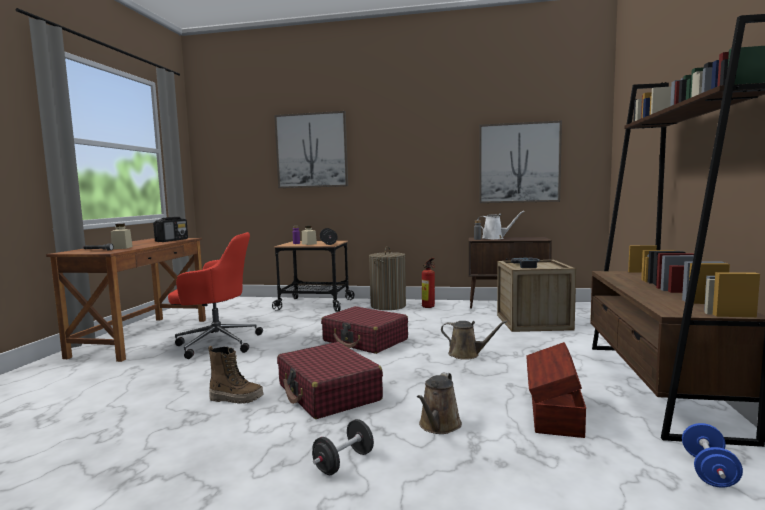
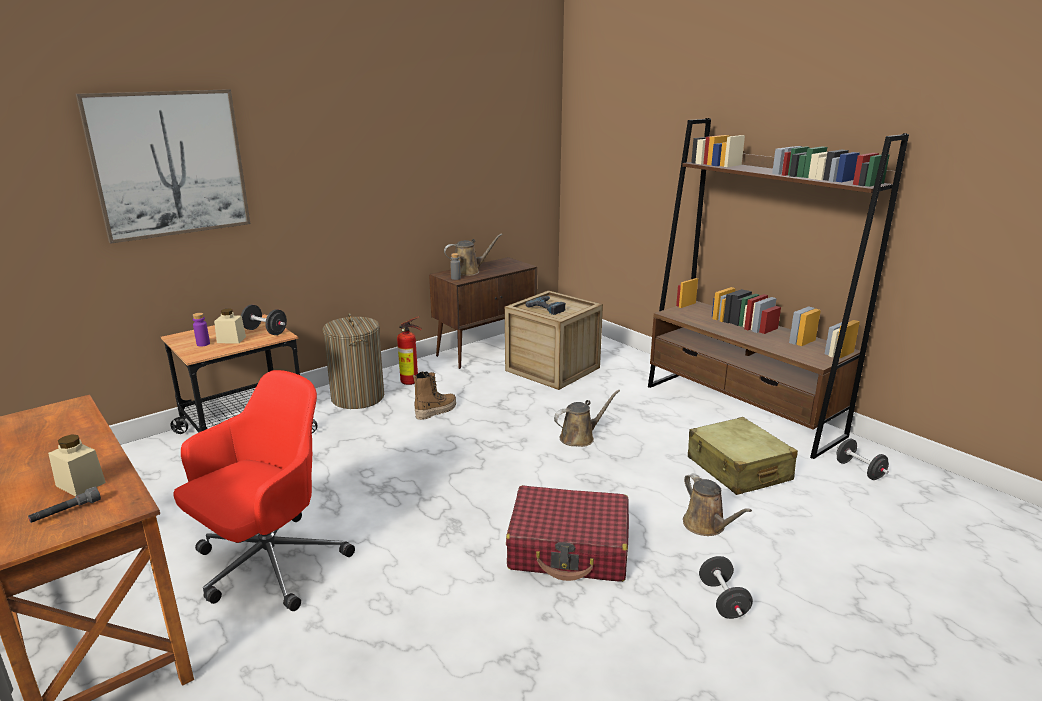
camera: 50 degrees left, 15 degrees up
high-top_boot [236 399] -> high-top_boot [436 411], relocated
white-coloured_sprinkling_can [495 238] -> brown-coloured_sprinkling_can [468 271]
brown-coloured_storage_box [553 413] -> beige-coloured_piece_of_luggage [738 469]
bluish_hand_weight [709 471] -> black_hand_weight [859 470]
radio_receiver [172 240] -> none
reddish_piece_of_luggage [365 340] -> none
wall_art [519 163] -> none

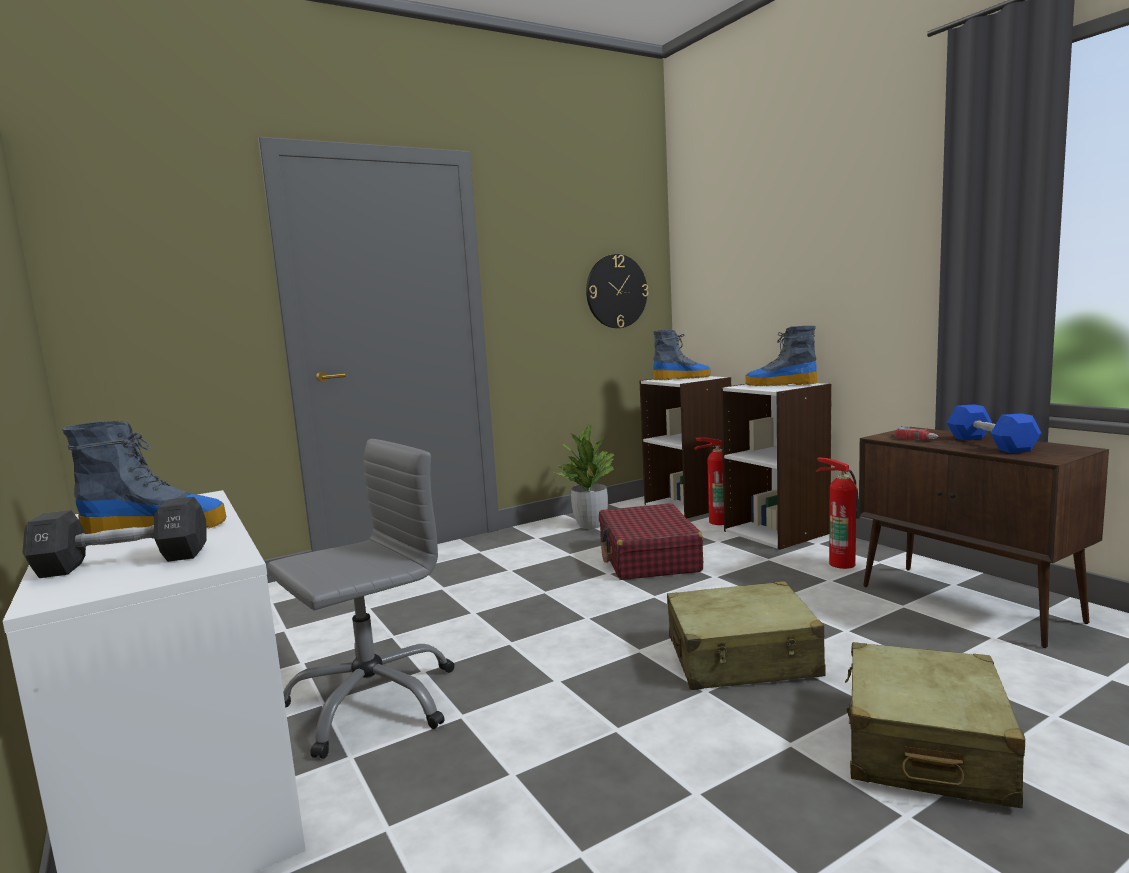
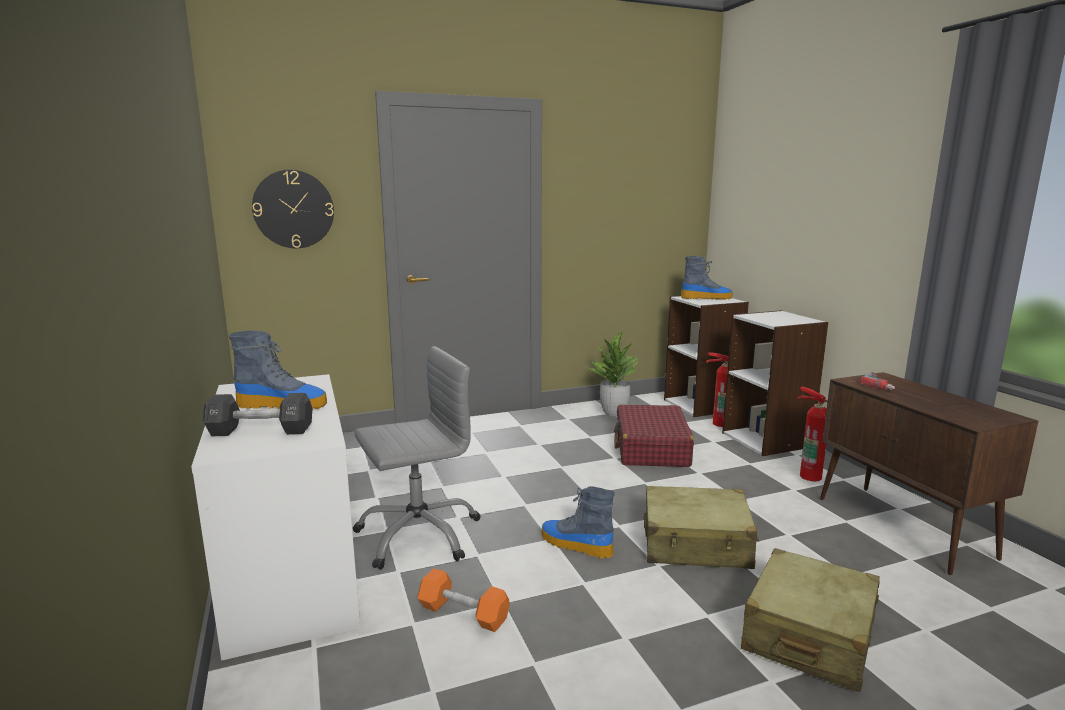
camera: 10 degrees right, 5 degrees up
wall_clock [616 291] -> wall_clock [293 209], relocated
none -> orangey_hand_weight [463 613]
high-top_boot [779 384] -> high-top_boot [575 545], relocated
bluish_hand_weight [990 444] -> none

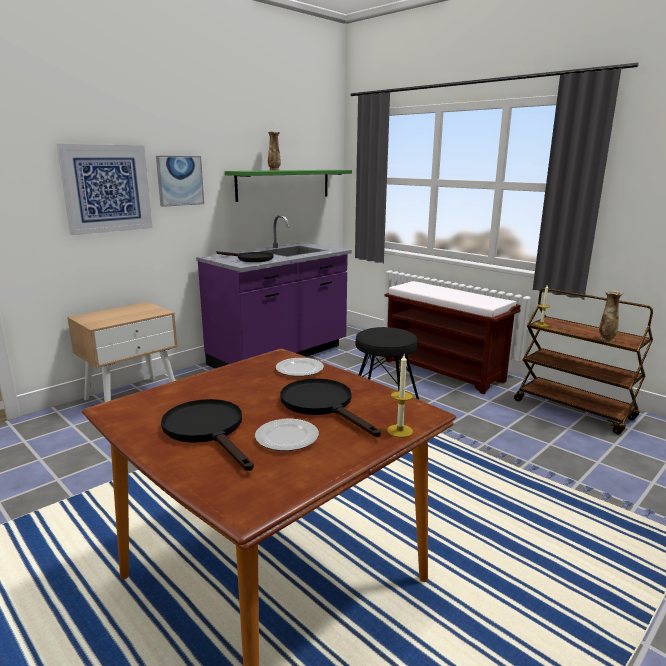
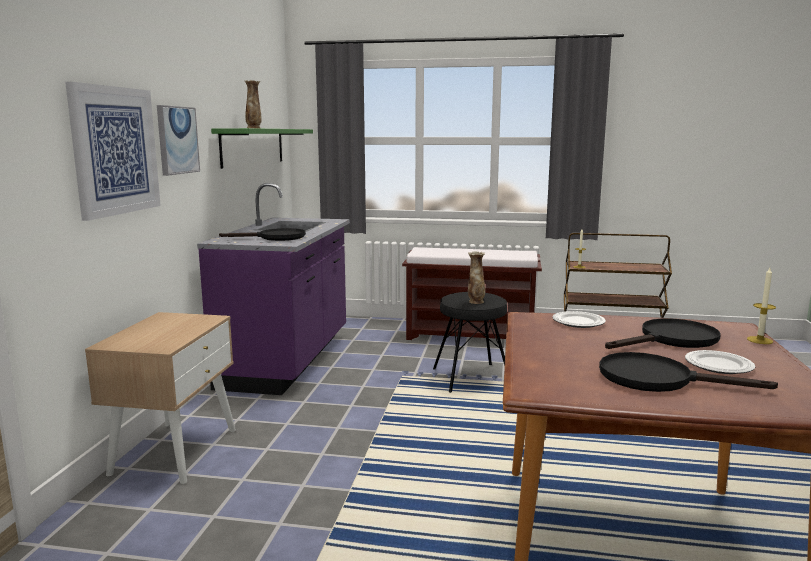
camera: 35 degrees left, 5 degrees down
flower_vase [606 339] -> flower_vase [475 302], relocated
black_skillet [323 405] -> black_skillet [671 340], 135 degrees clockwise

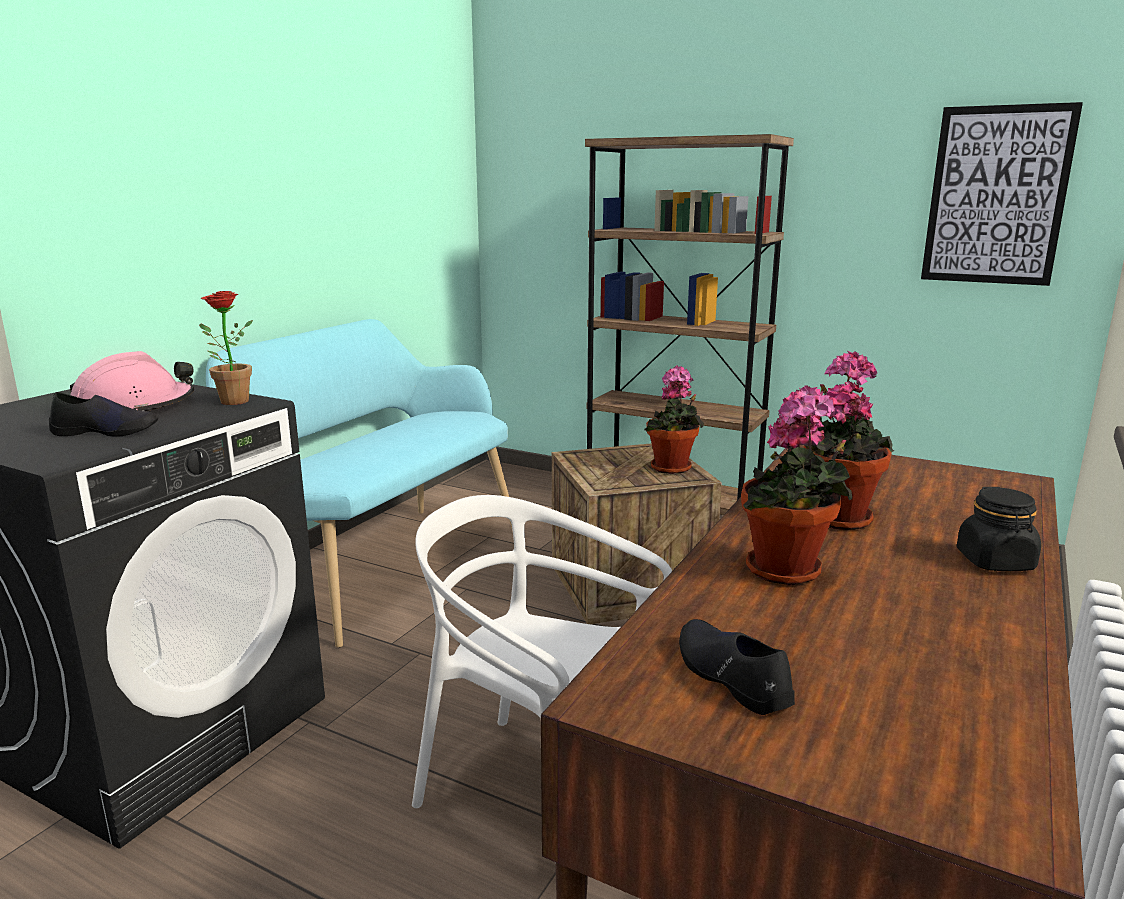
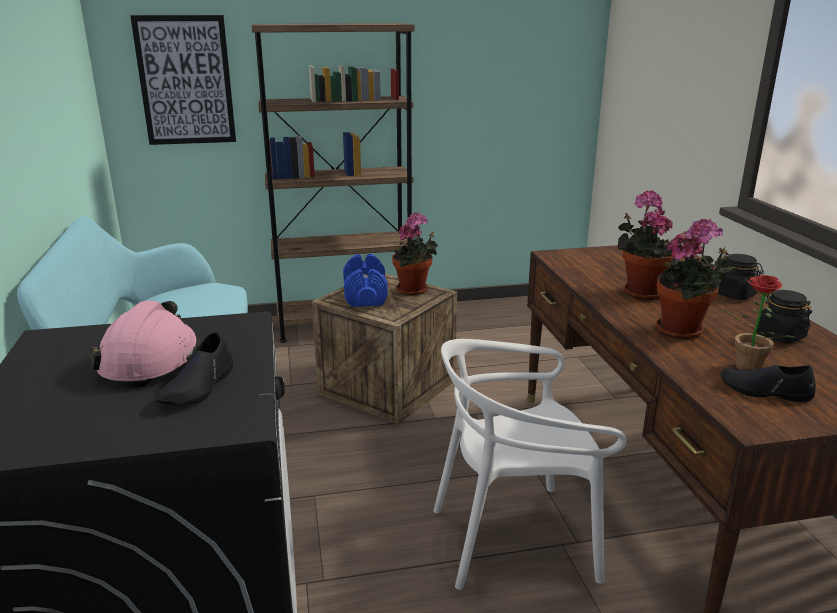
camera: 40 degrees left, 5 degrees up
wall_art [996 196] -> wall_art [185 81], relocated
black_item_of_footwear [107 431] -> black_item_of_footwear [198 387], 150 degrees clockwise
none -> bluish_hand_weight [365 296]
plant_in_a_pot [229 401] -> plant_in_a_pot [744 369], relocated
none -> black_storage_jar [779 336]

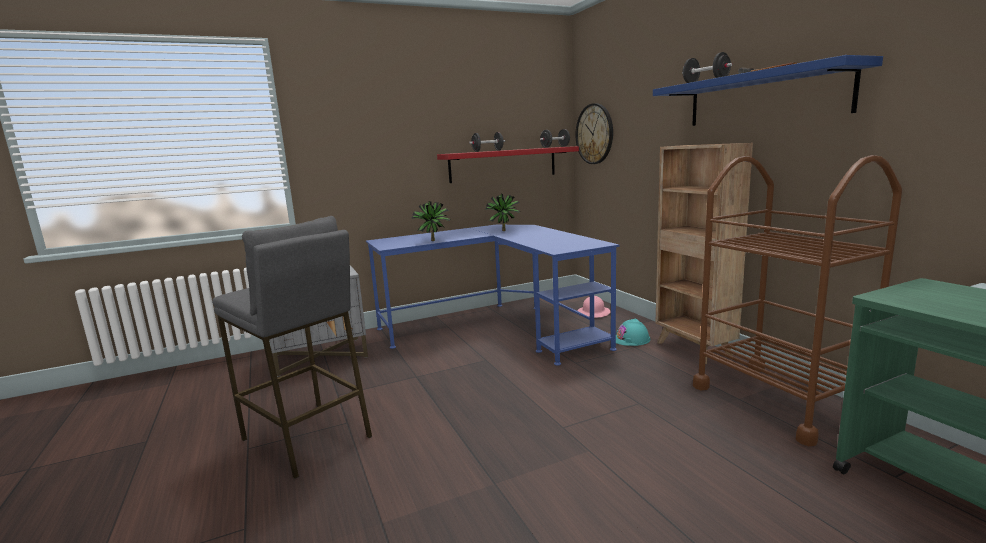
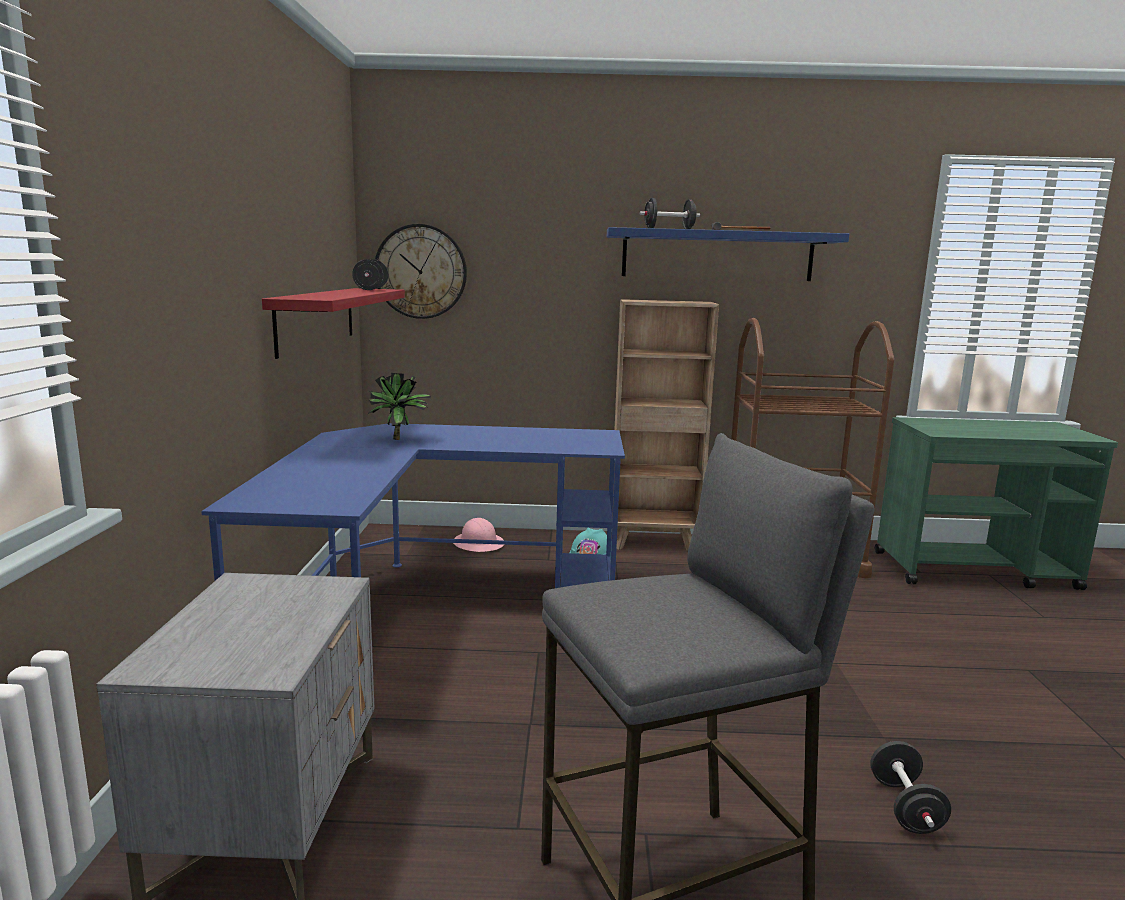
camera: 65 degrees left, 0 degrees up
black_hand_weight [487 151] -> black_hand_weight [905 807], relocated
plant_in_a_pot [434 241] -> none

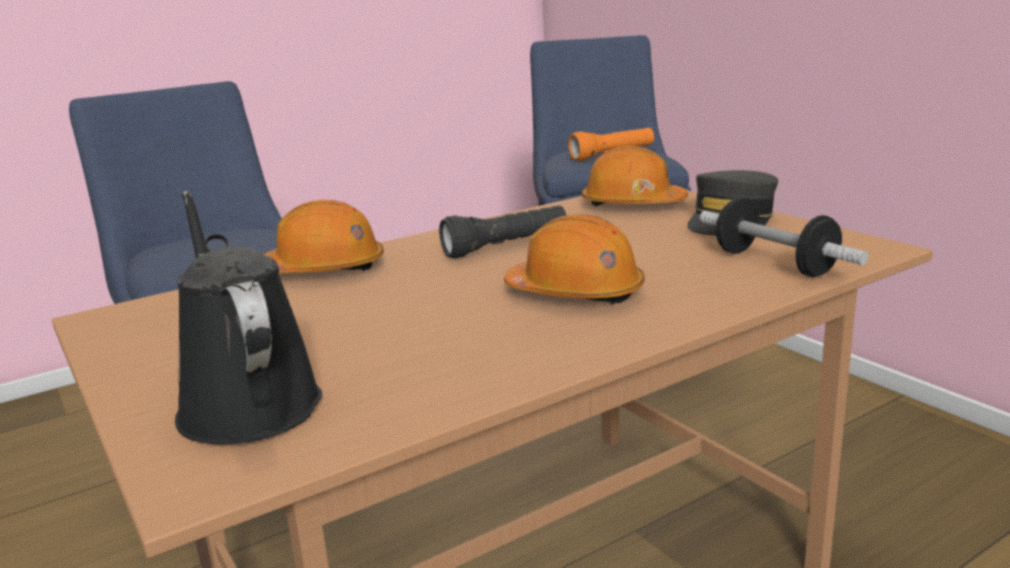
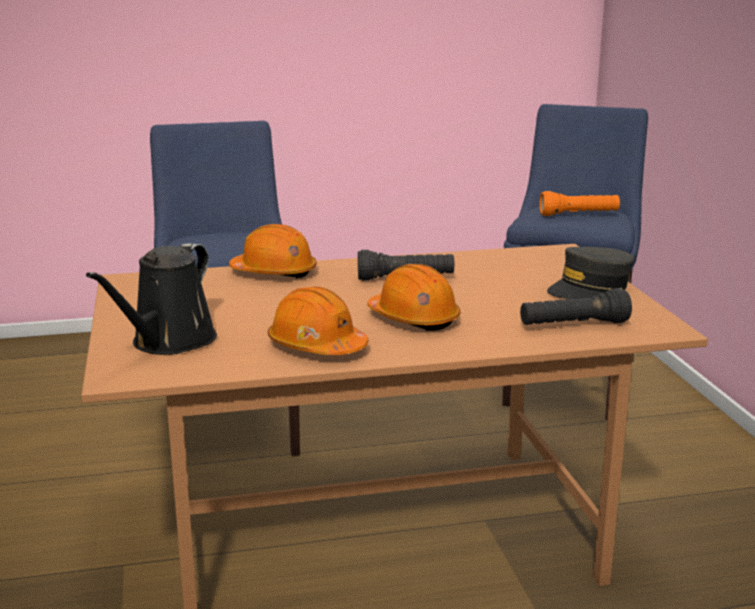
camera: 20 degrees right, 0 degrees up
black_sprinkling_can [246 401] -> black_sprinkling_can [169 342], 150 degrees counterclockwise
orangey_work_helmet [632 204] -> orangey_work_helmet [316 346], relocated
hand_weight [774 263] -> black_torch [573 325]

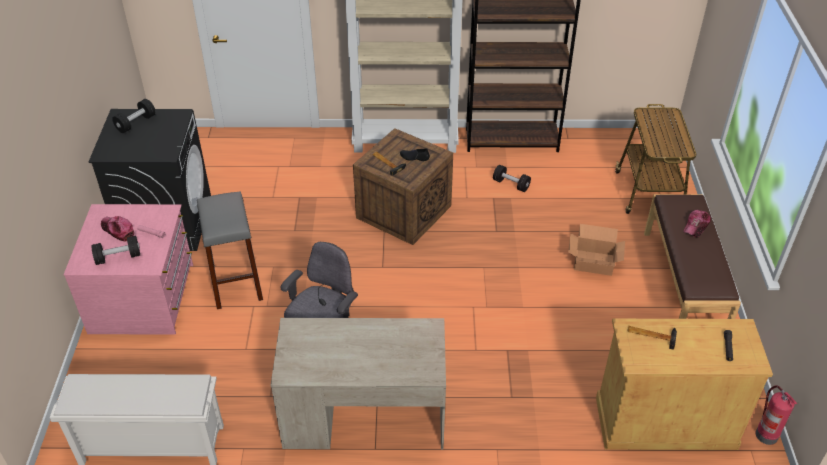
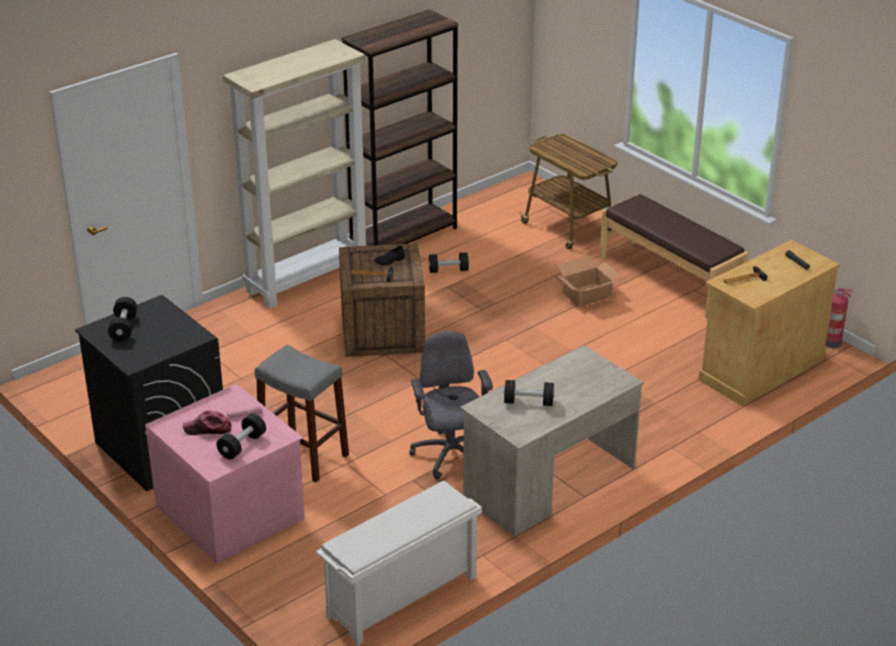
camera: 40 degrees left, 10 degrees down
none -> black_hand_weight [528 402]
cap [696 226] -> none

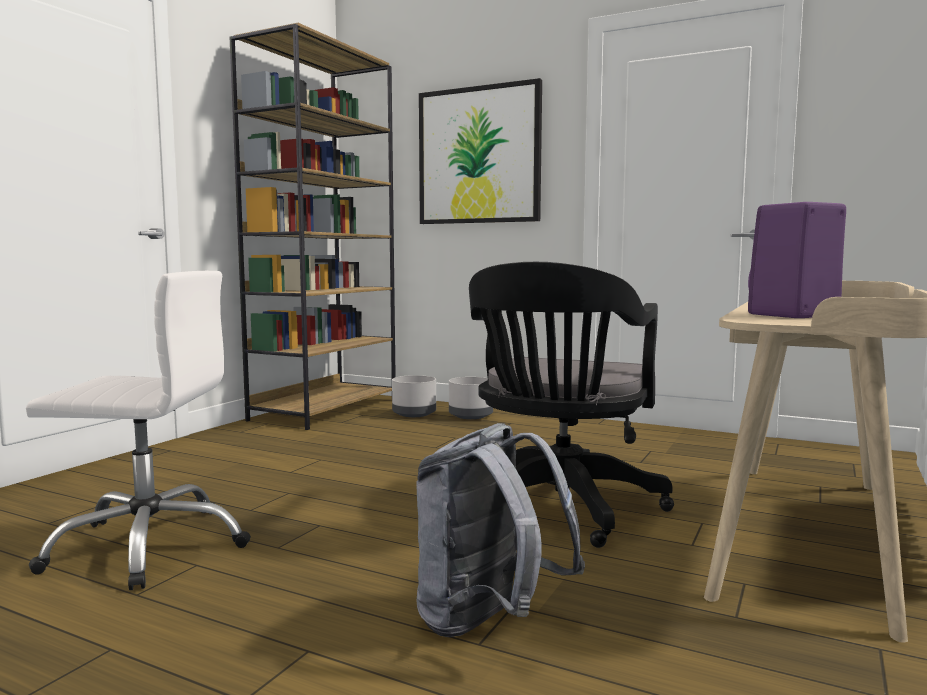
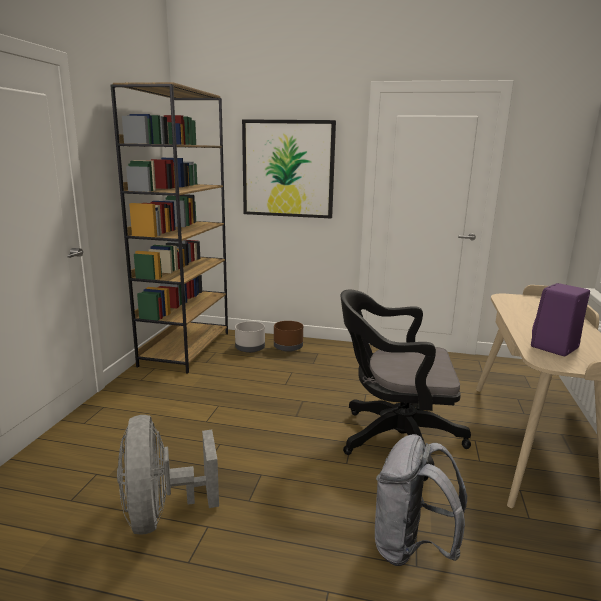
camera: 15 degrees left, 10 degrees up
white-coloured_office_chair [149 546] -> greyish_fan [162 513]
greyish_flower_pot [471 416] -> brown-coloured_flower_pot [288 347]
black_office_chair [559 510] -> black_office_chair [393 439], 90 degrees clockwise

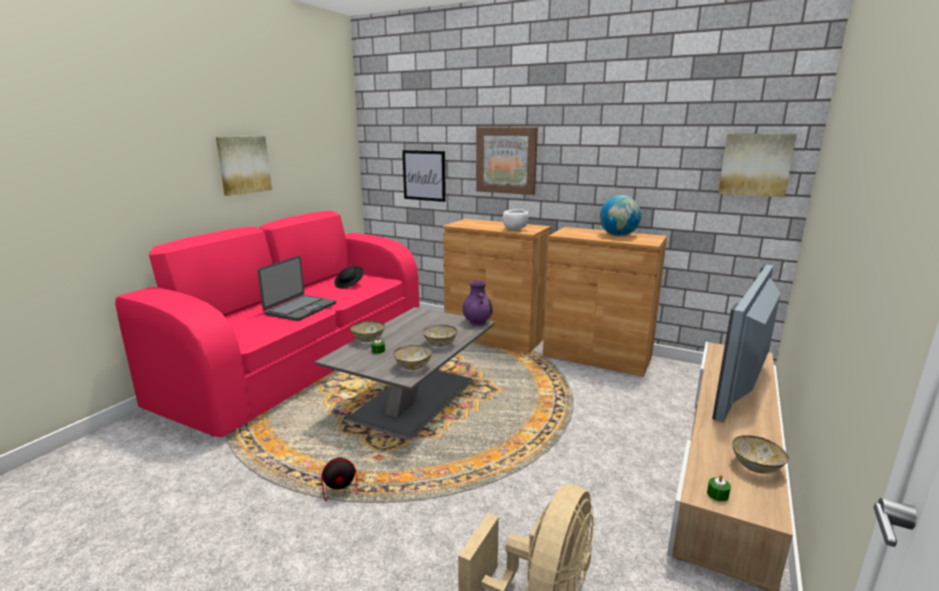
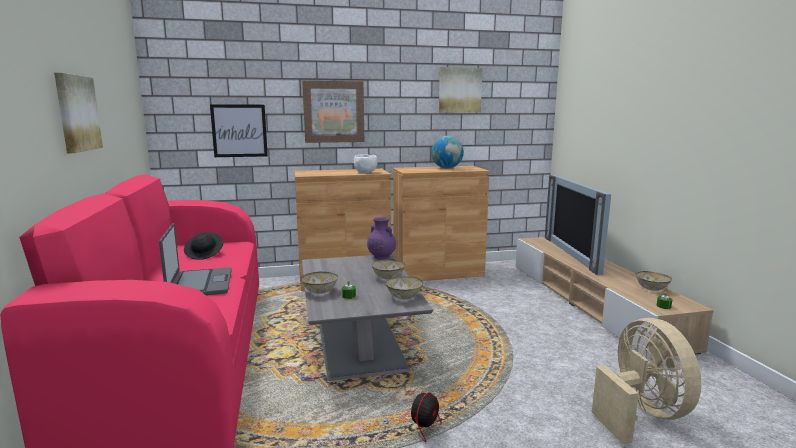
camera: 40 degrees left, 5 degrees down
wall_art [755 164] -> wall_art [459 90], relocated

